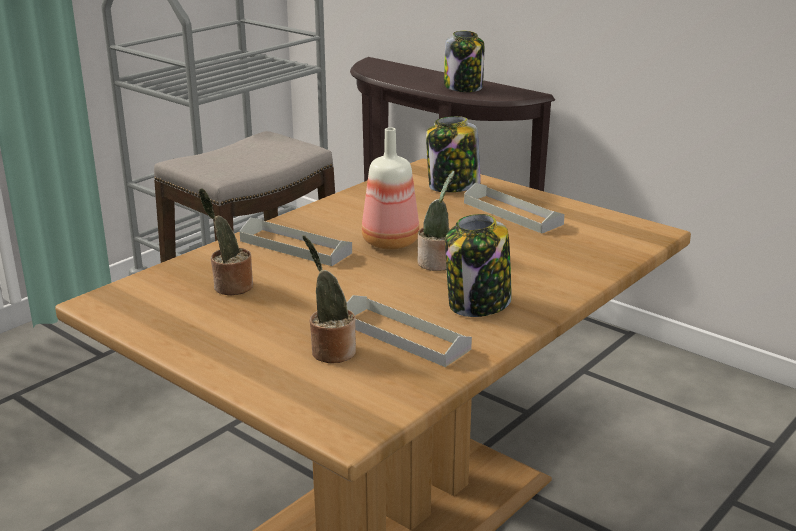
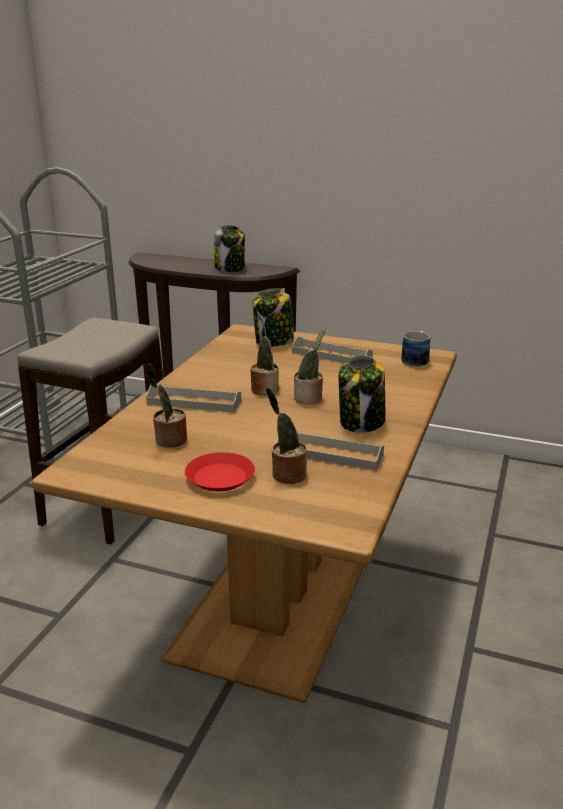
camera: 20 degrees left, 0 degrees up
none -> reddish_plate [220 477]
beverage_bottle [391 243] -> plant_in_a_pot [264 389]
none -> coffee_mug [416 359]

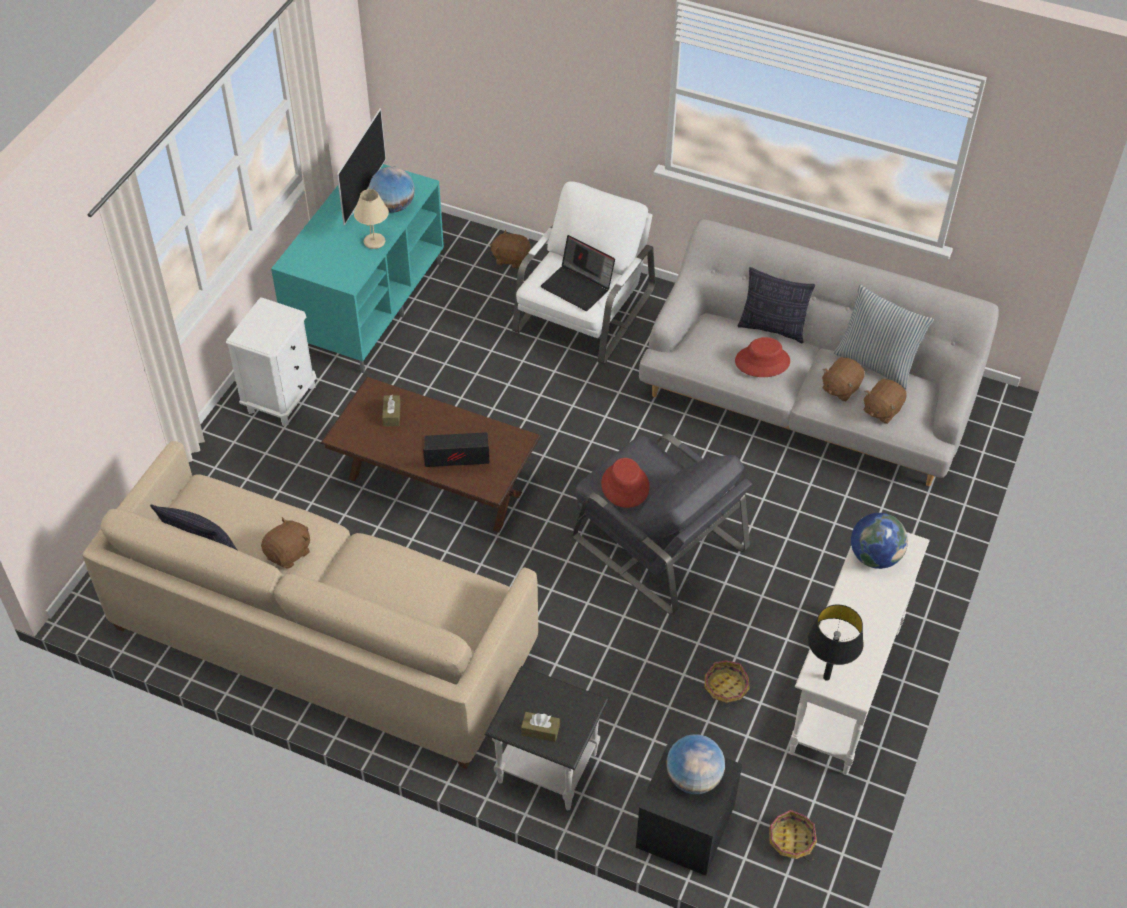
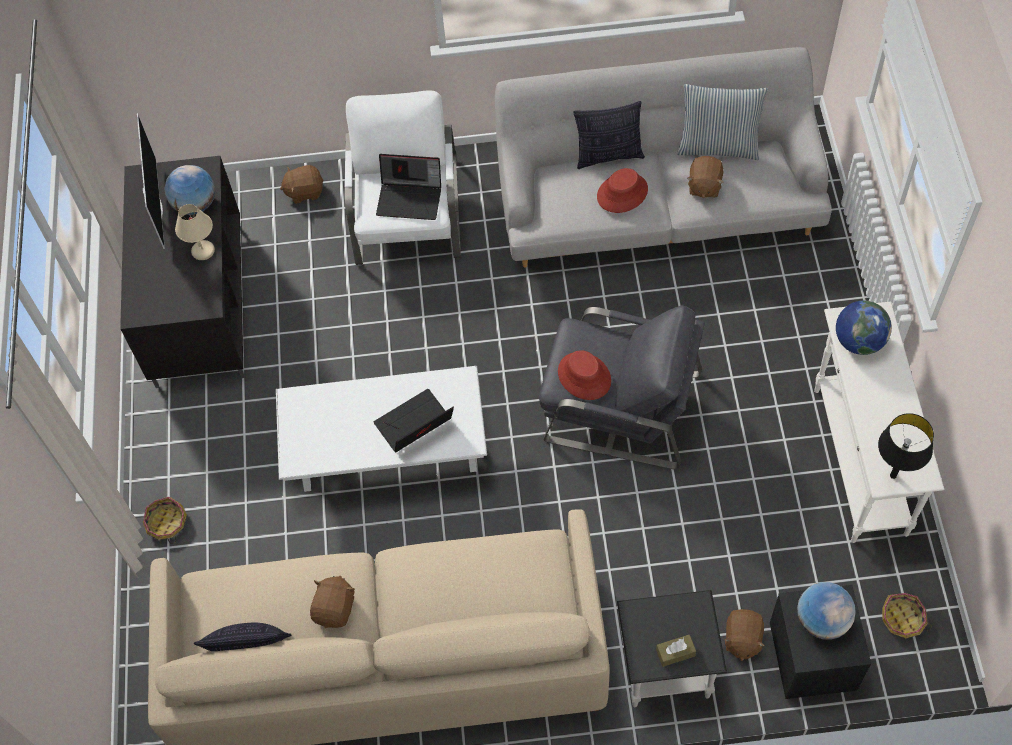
camera: 25 degrees left, 10 degrees up
turquoise_tv_unit [366 303] -> black_tv_unit [198 304]
basket [725 688] -> basket [167 523], relocated
brown-coloured_low_table [434 485] -> white-coloured_low_table [388 456]
brown-coloured_soft_toy [881 410] -> brown-coloured_soft_toy [742 639], relocated
white-coloured_night_table [281 398] -> none
brown-coloured_box_of_tissues [392 415] -> none

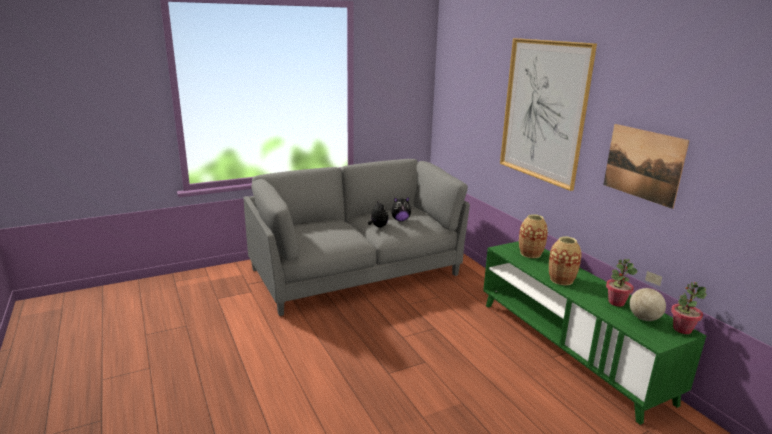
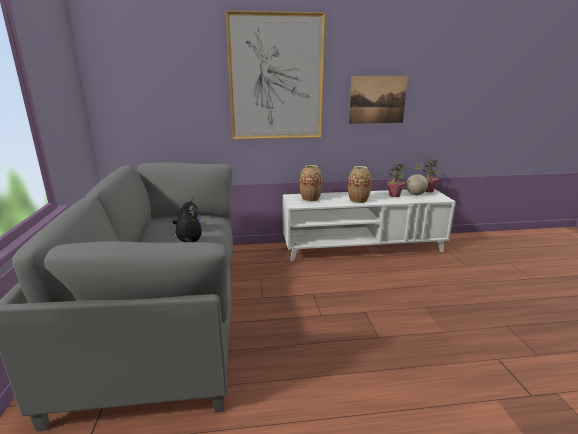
camera: 70 degrees left, 0 degrees up
green_tv_unit [568 348] -> white-coloured_tv_unit [362 248]

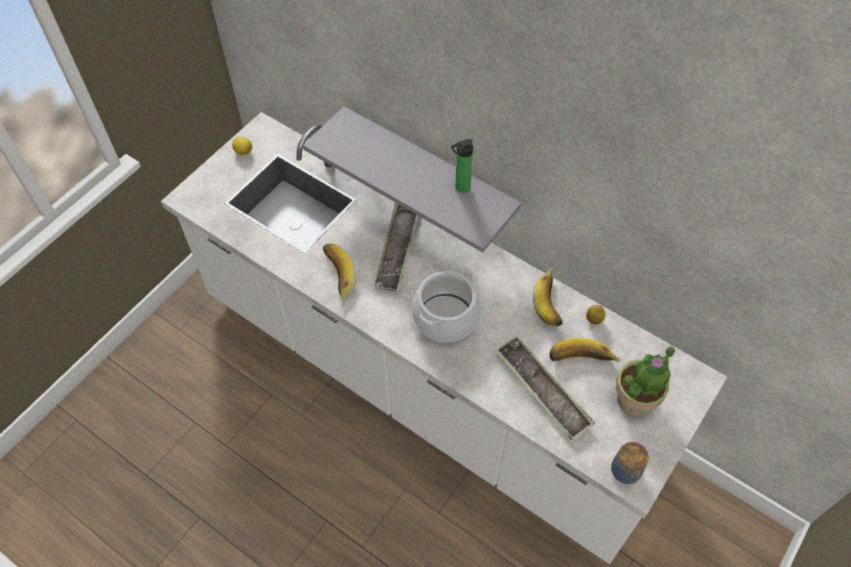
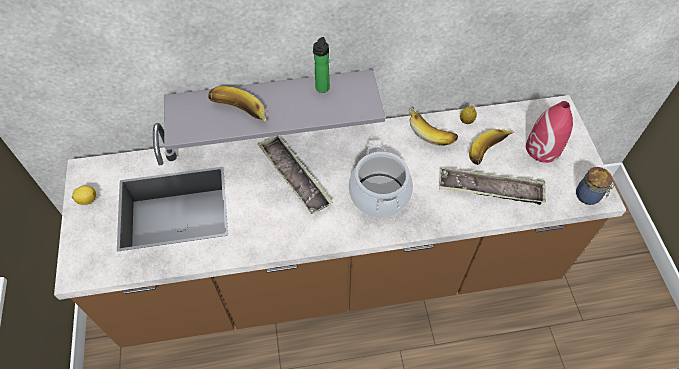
camera: 45 degrees left, 0 degrees up
white-coloured_kitchen_counter [425 382] -> brown-coloured_kitchen_counter [339 271]
whole_banana [336 277] -> whole_banana [238 113], relocated
plant_in_a_pot [635 399] -> reddish_flower_vase [543 149]

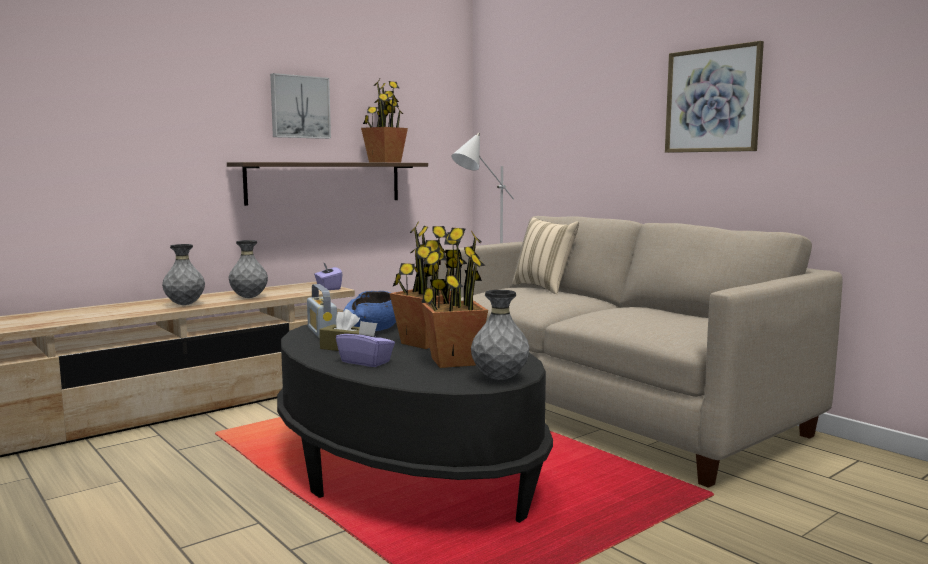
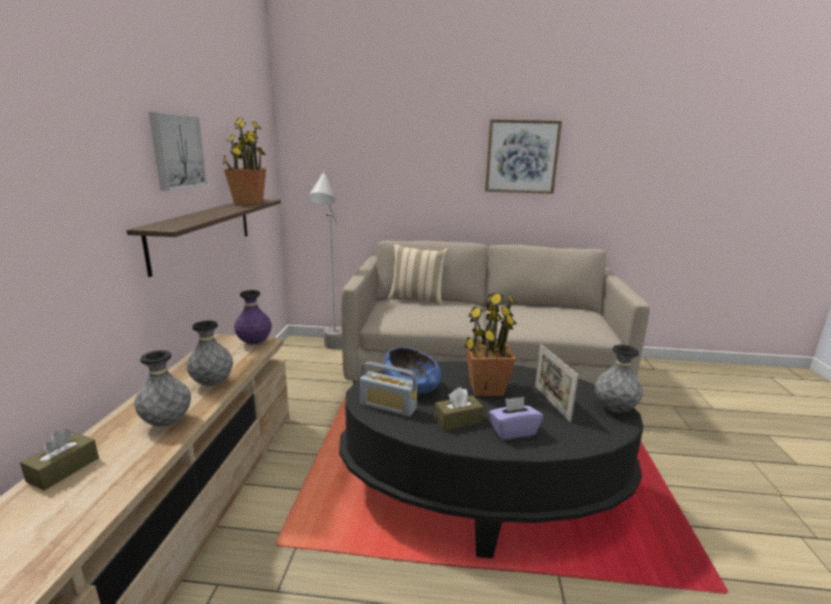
camera: 45 degrees left, 10 degrees up
none -> brown-coloured_box_of_tissues [63 469]
purple_box_of_tissues [328 288] -> purple_flower_vase [254 343]
plant_in_a_pot [453 361] -> photo_frame [551 403]

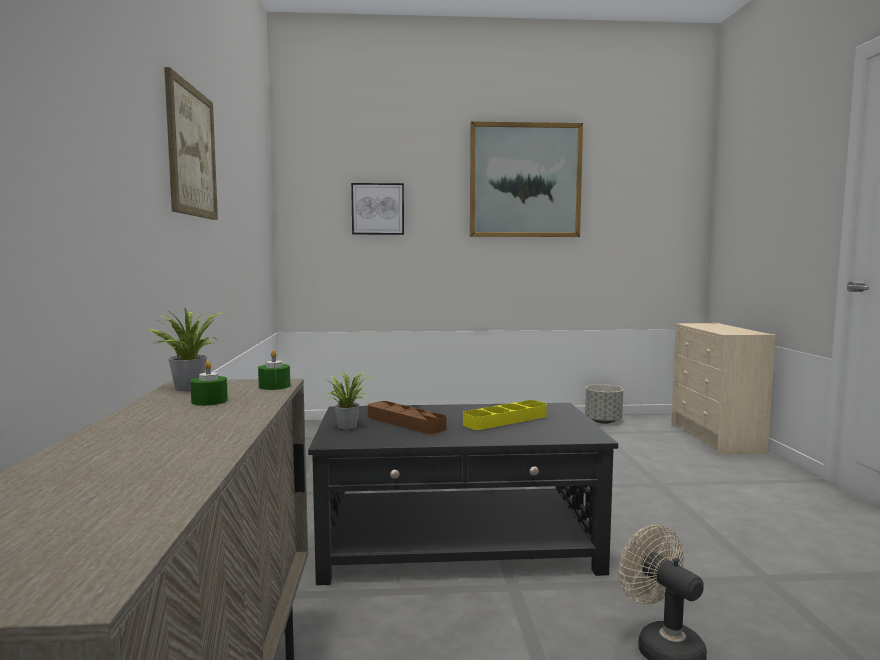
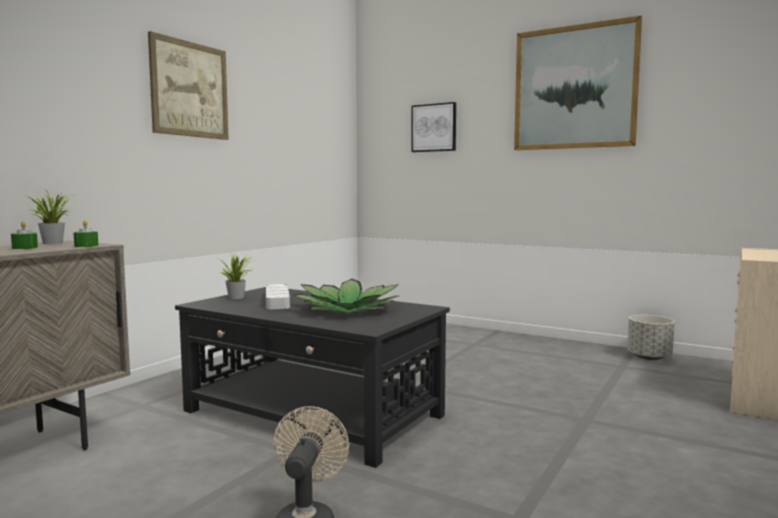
camera: 35 degrees right, 0 degrees up
brown-coloured_carrying_tray [405 422] -> greyish_carrying_tray [277 301]
yellow-coloured_carrying_tray [505 420] -> plant_in_a_pot [348 310]

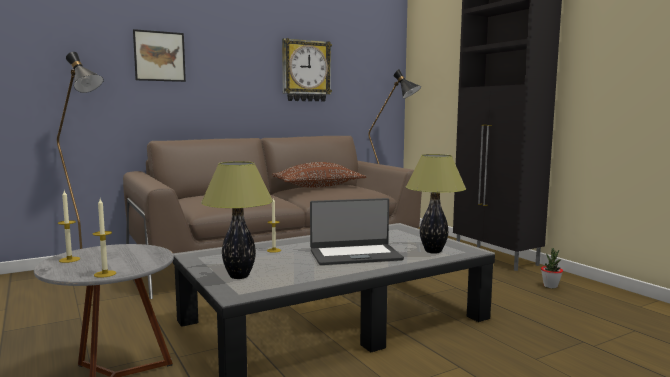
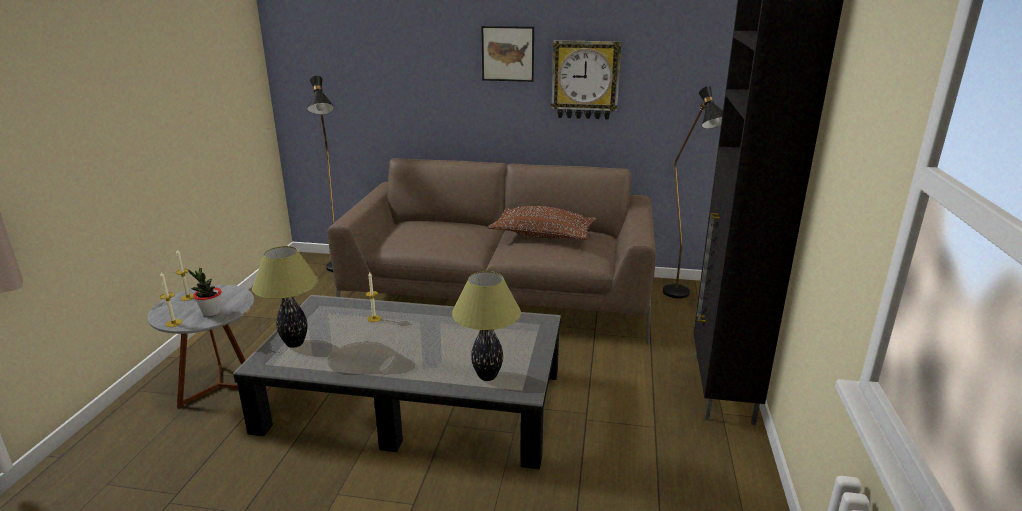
camera: 40 degrees right, 15 degrees up
plant_in_a_pot [550 286] -> plant_in_a_pot [211 312], relocated
wall_art [159 56] -> wall_art [508 53], relocated
laptop [355 255] -> none

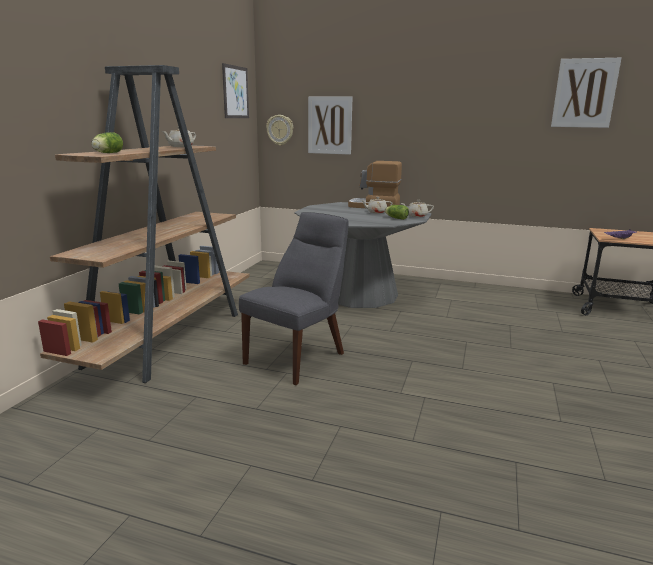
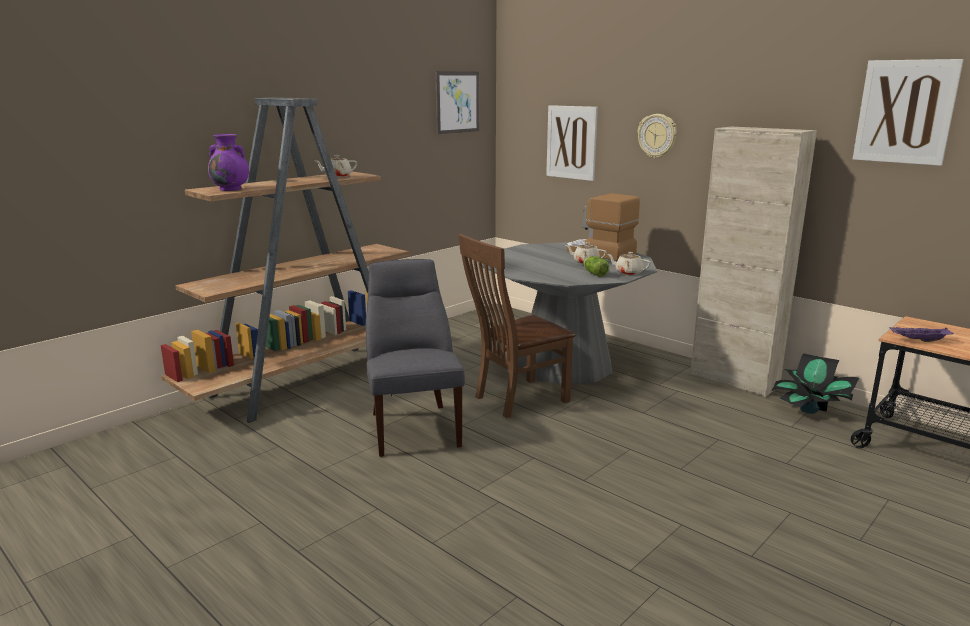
camera: 25 degrees right, 0 degrees up
head_of_lettuce [107 153] -> purple_flower_vase [231 189]
greyish_chair [298 357] -> greyish_chair [413 427], 75 degrees counterclockwise
none -> brown-coloured_chair [516 399]
wall_clock [280 130] -> wall_clock [657 136], relocated
none -> beige-coloured_storage_cabinet [734 380]
none -> plant_in_a_pot [809 410]

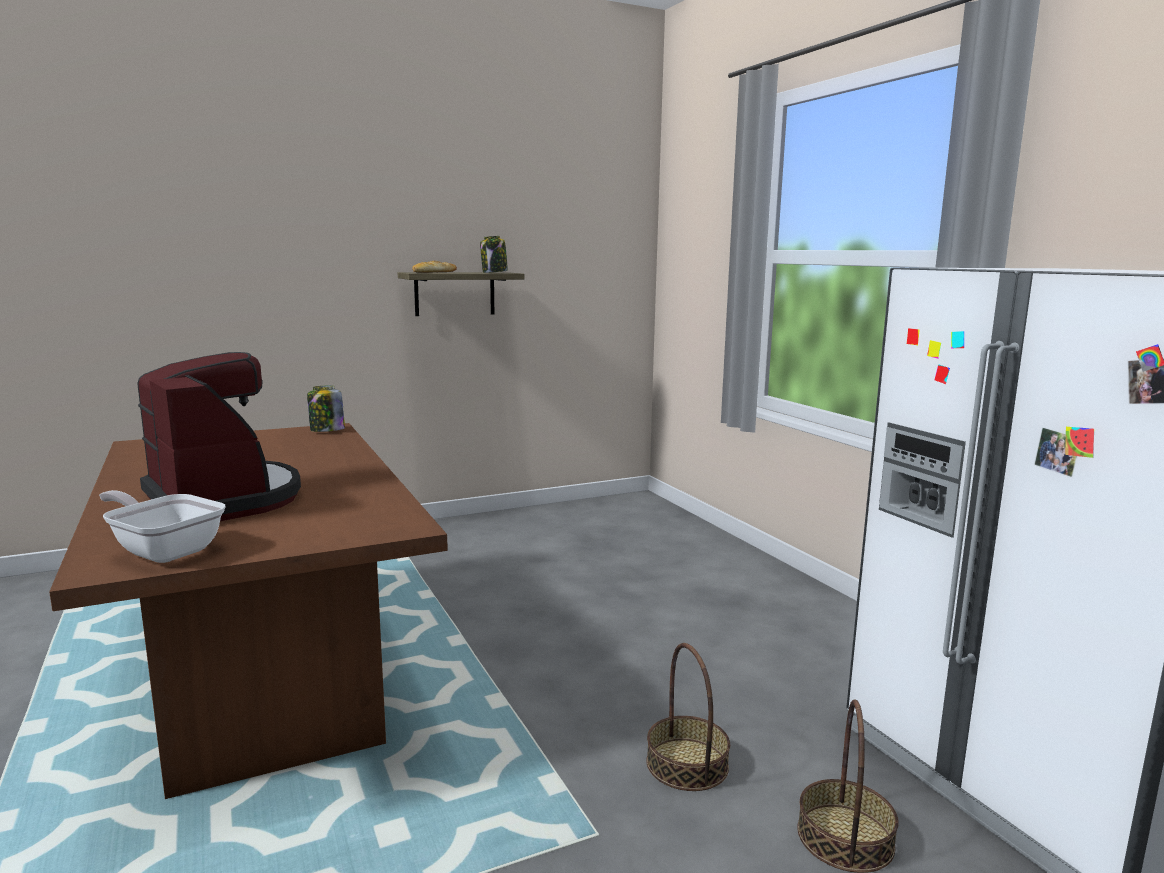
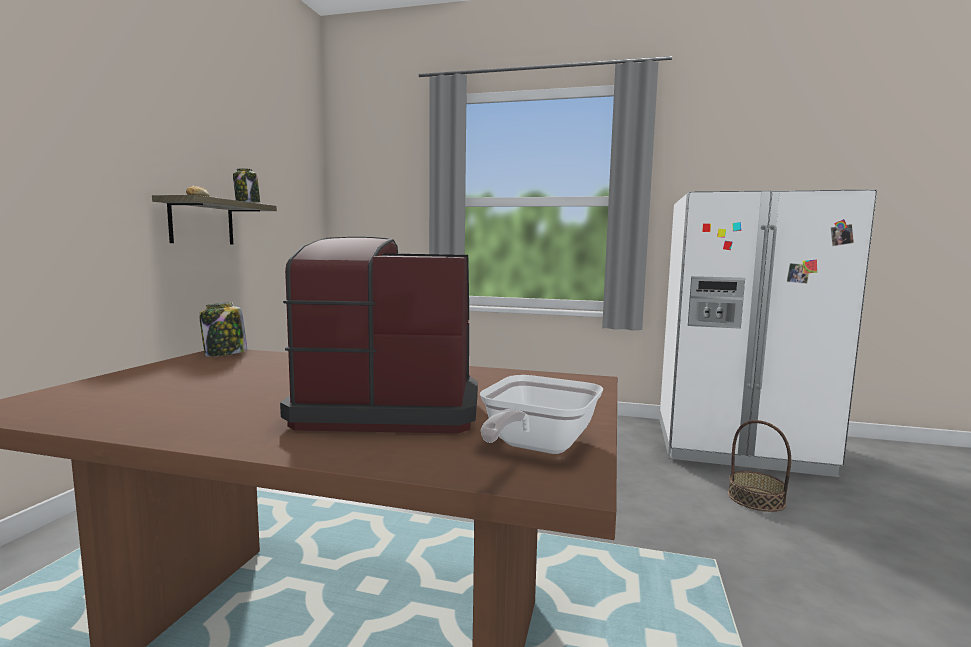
camera: 50 degrees left, 5 degrees down
skillet [164 550] -> skillet [534 447], 45 degrees counterclockwise
basket [687 764] -> none

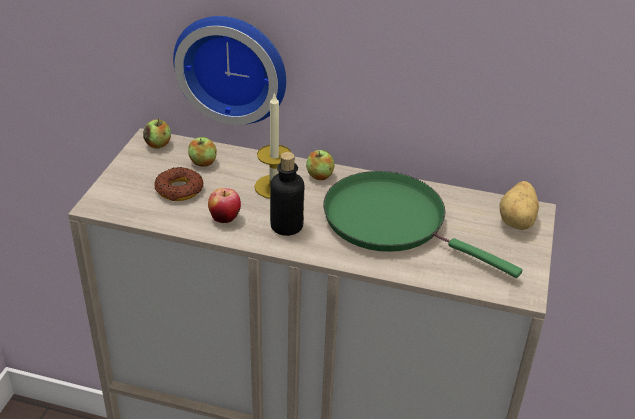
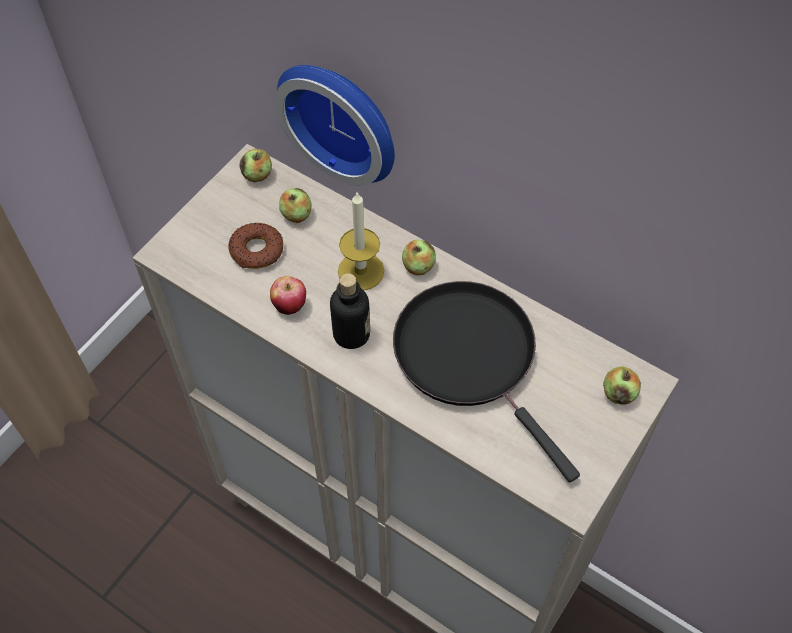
camera: 20 degrees right, 20 degrees up
green_skillet [392 221] -> black_skillet [471 357]
potato [518 221] -> whole_apple [618 393]

